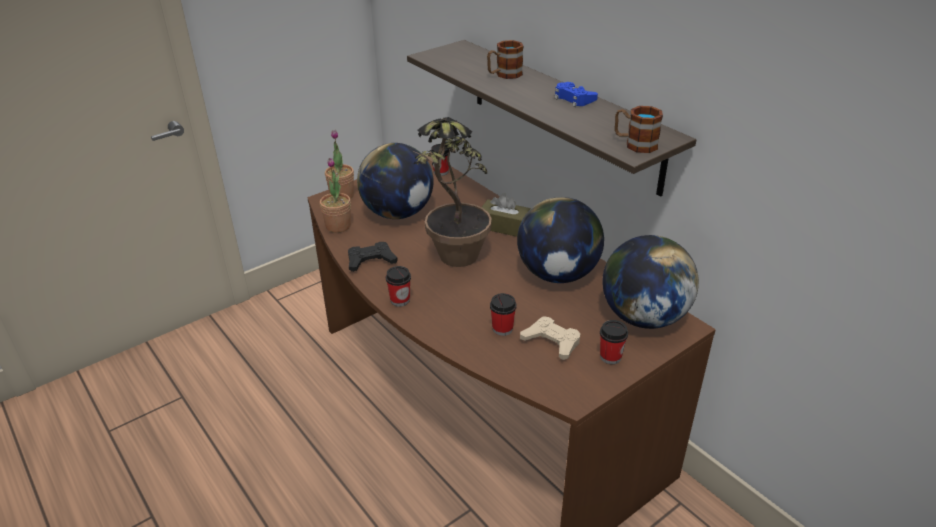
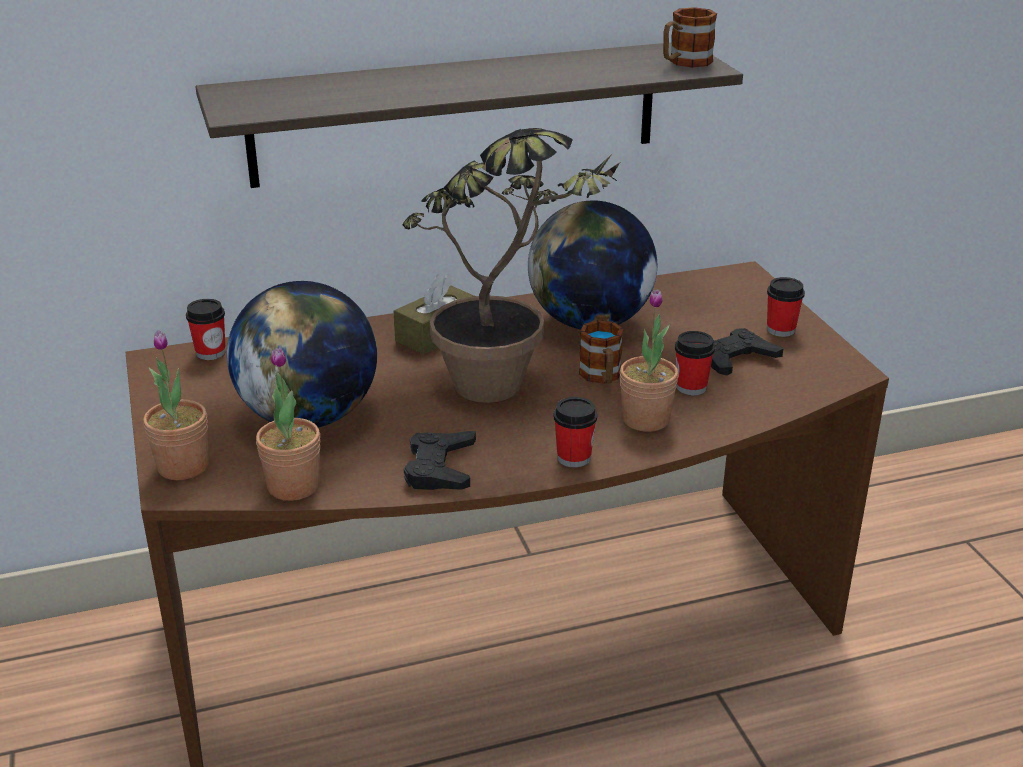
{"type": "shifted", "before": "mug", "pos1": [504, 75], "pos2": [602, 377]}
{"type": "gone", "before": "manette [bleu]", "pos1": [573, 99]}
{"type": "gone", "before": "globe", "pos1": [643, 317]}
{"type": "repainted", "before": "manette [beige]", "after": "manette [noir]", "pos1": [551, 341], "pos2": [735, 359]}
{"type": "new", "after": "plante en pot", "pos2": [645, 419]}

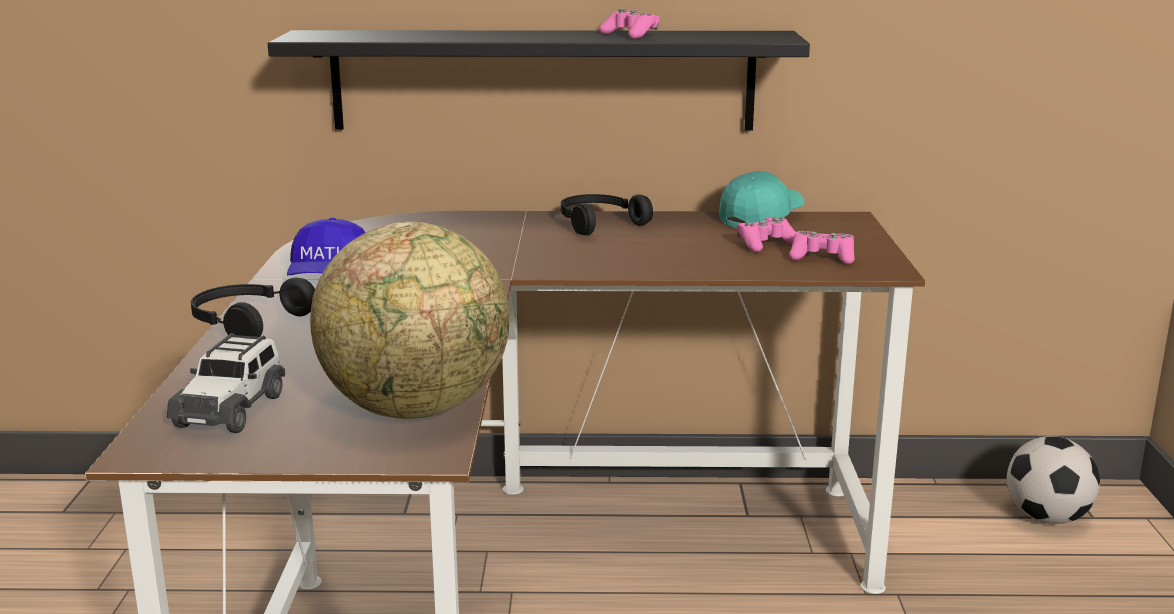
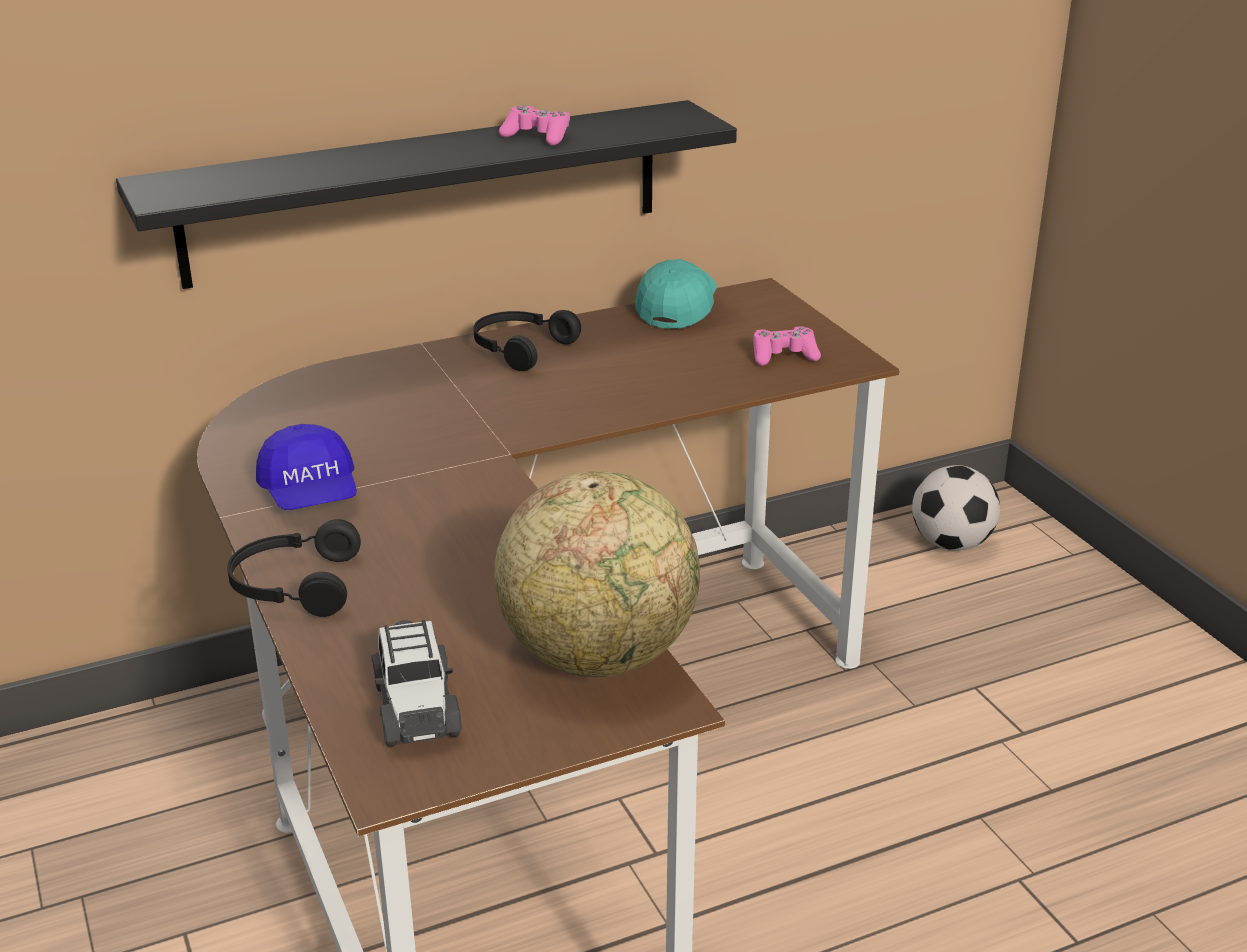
{"type": "gone", "before": "manette [rose]", "pos1": [765, 244]}

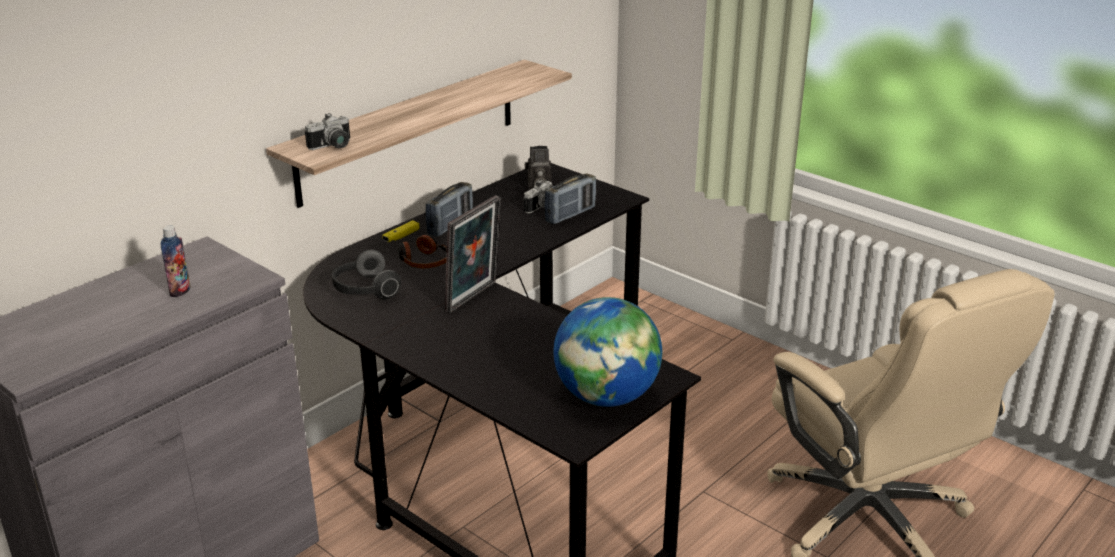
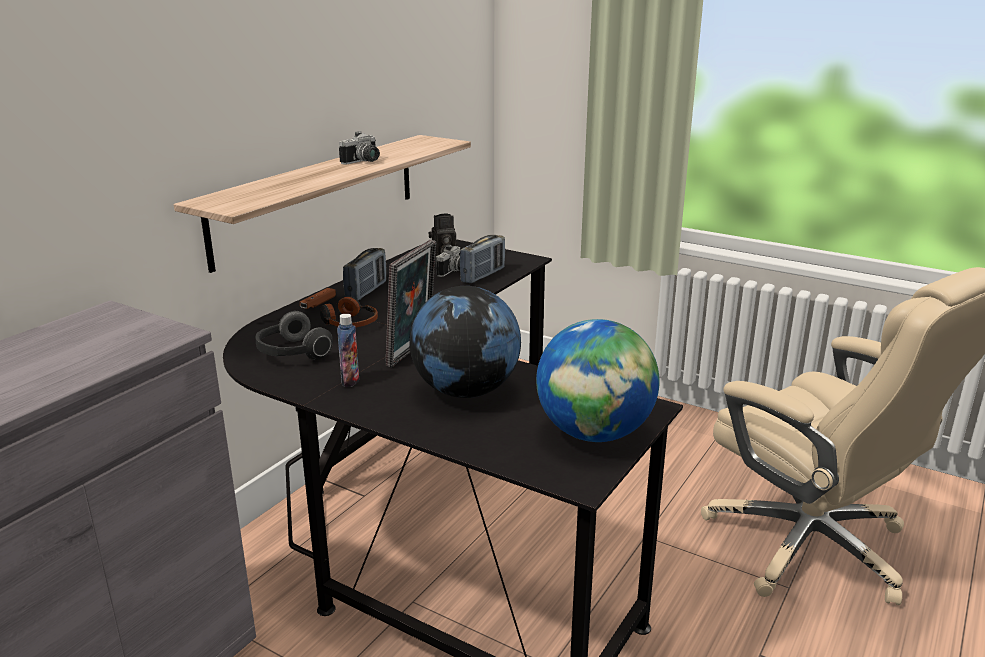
{"type": "shifted", "before": "appareil photo", "pos1": [333, 146], "pos2": [363, 162]}
{"type": "repainted", "before": "manette [jaune]", "after": "manette [marron]", "pos1": [401, 236], "pos2": [318, 303]}
{"type": "shifted", "before": "bouteille", "pos1": [180, 291], "pos2": [350, 381]}
{"type": "new", "after": "globe", "pos2": [466, 391]}

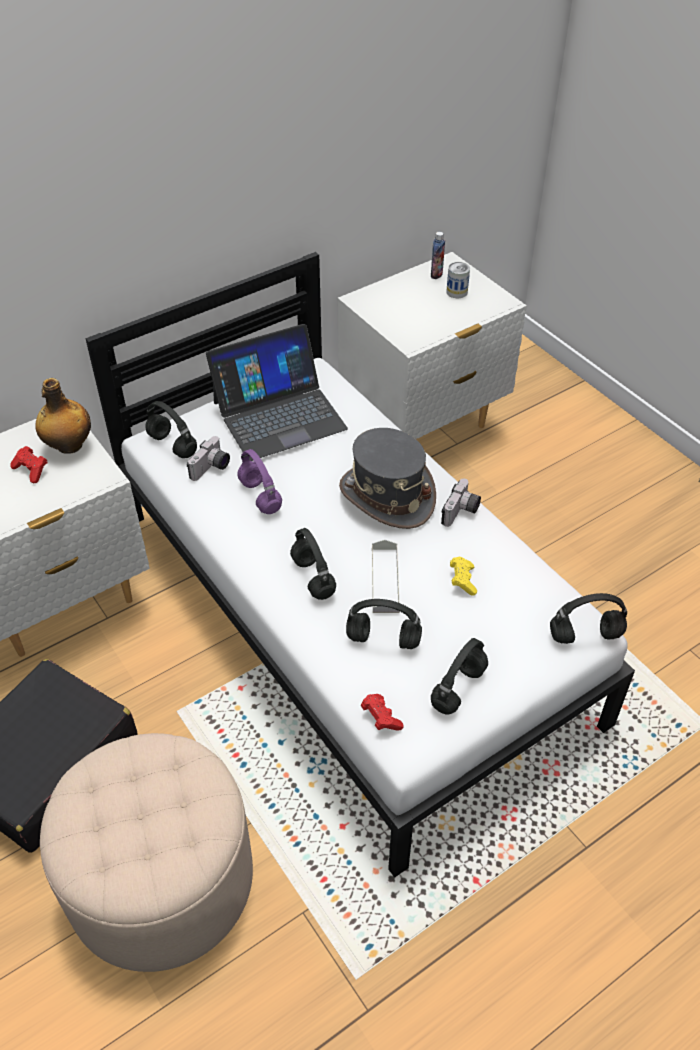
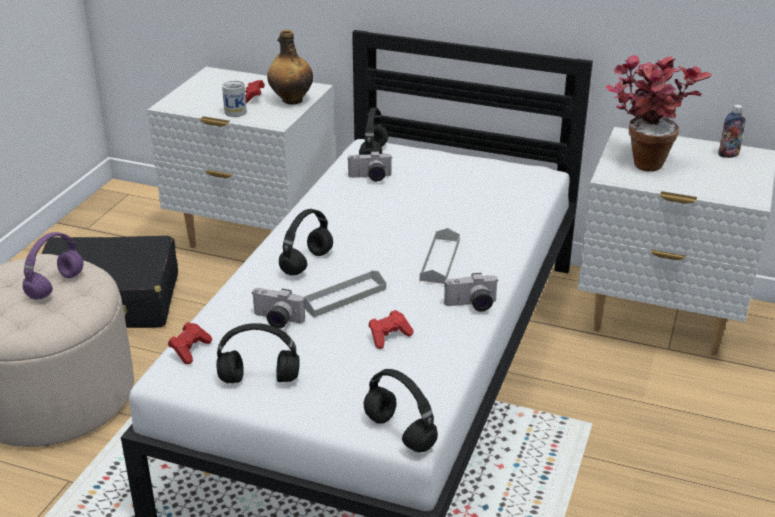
{"type": "shifted", "before": "boîte métallique", "pos1": [457, 292], "pos2": [235, 112]}
{"type": "gone", "before": "ordinateur portable", "pos1": [279, 415]}
{"type": "swapped", "before": "chapeau [gris]", "after": "plateau [gris]", "pos1": [386, 496], "pos2": [440, 260]}
{"type": "shifted", "before": "casque audio [violet]", "pos1": [261, 497], "pos2": [55, 287]}
{"type": "repainted", "before": "manette [jaune]", "after": "manette [rouge]", "pos1": [462, 580], "pos2": [389, 336]}
{"type": "swapped", "before": "casque audio [noir]", "after": "appareil photo", "pos1": [385, 639], "pos2": [276, 320]}
{"type": "new", "after": "plante en pot", "pos2": [642, 160]}

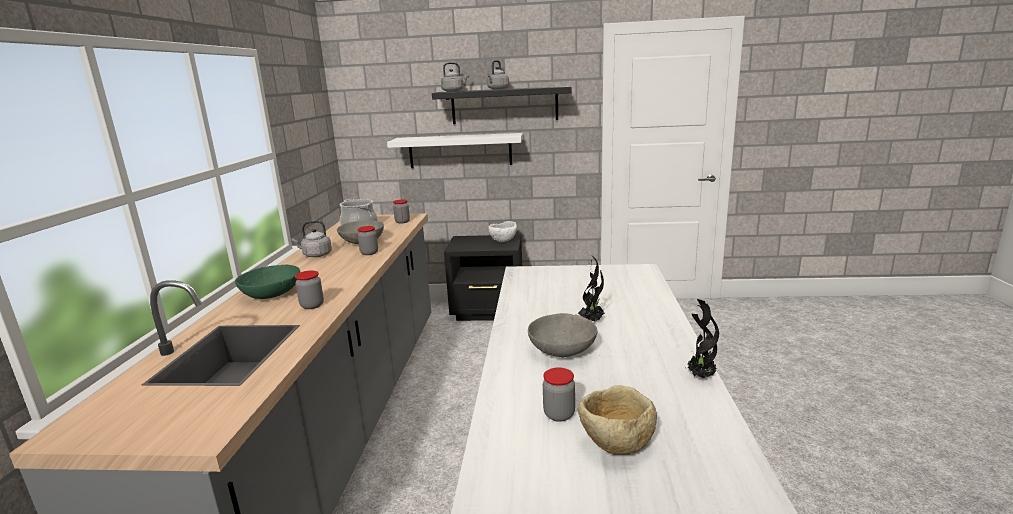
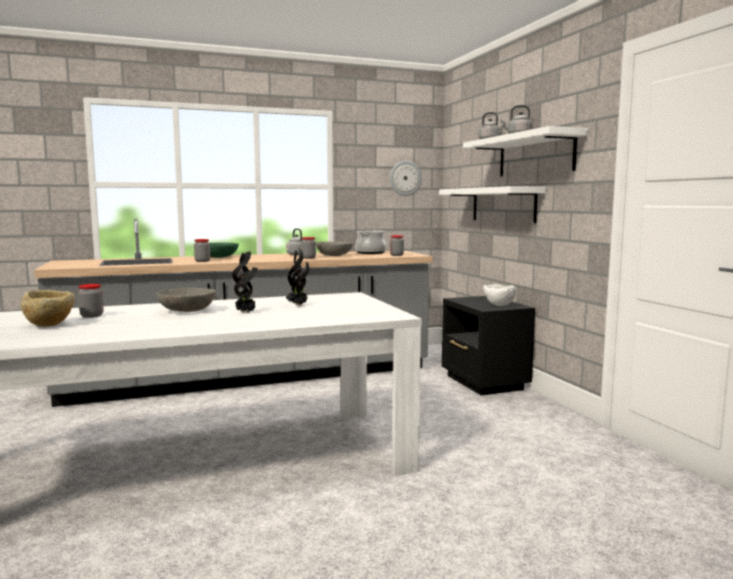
{"type": "repainted", "before": "étagère [noir]", "after": "étagère [blanc]", "pos1": [504, 105], "pos2": [535, 155]}
{"type": "shifted", "before": "plante en pot", "pos1": [699, 377], "pos2": [299, 305]}
{"type": "new", "after": "horloge murale", "pos2": [405, 178]}

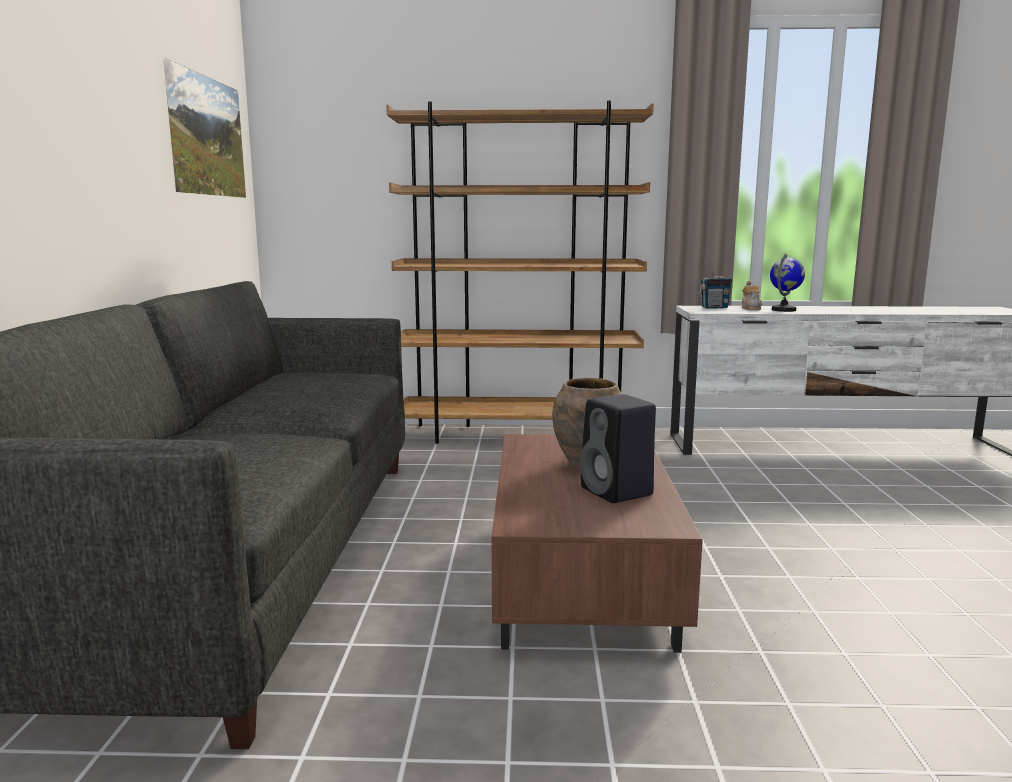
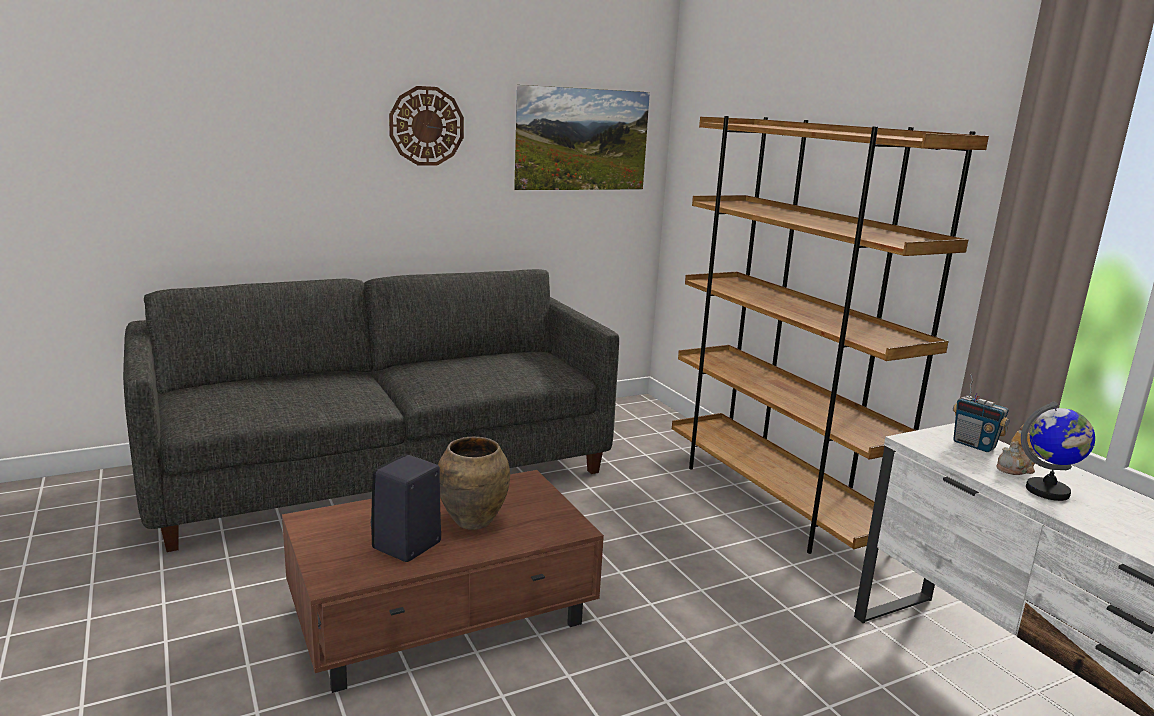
{"type": "new", "after": "horloge murale", "pos2": [426, 126]}

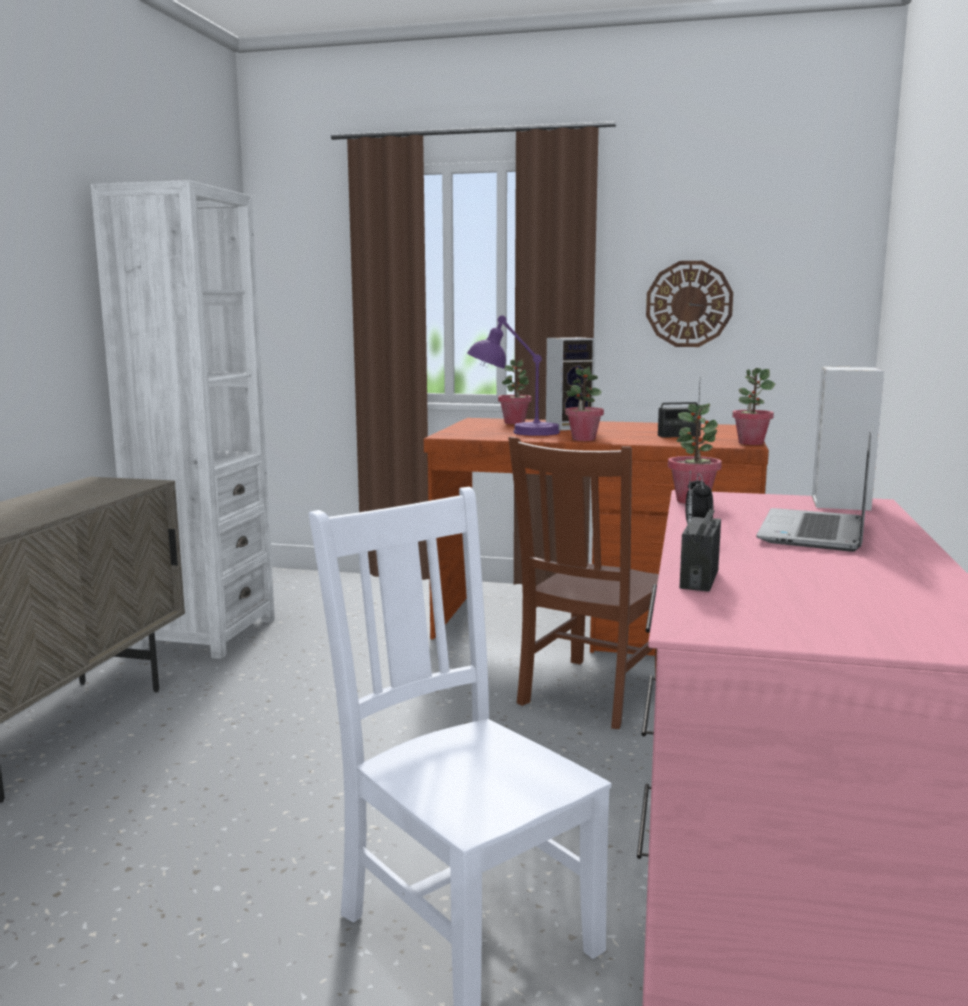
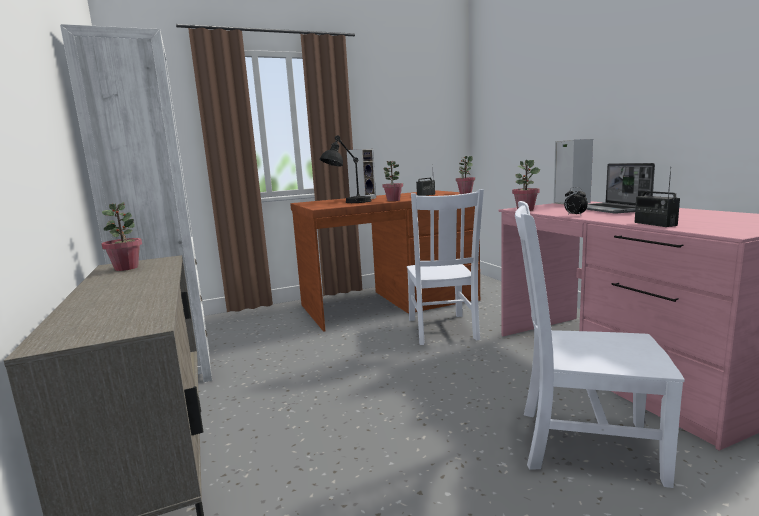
{"type": "gone", "before": "horloge murale", "pos1": [689, 304]}
{"type": "repainted", "before": "lampe de table [violet]", "after": "lampe de table [noir]", "pos1": [514, 433], "pos2": [348, 203]}
{"type": "shifted", "before": "plante en pot", "pos1": [514, 423], "pos2": [126, 268]}
{"type": "repainted", "before": "chaise [marron]", "after": "chaise [blanc]", "pos1": [591, 694], "pos2": [442, 330]}

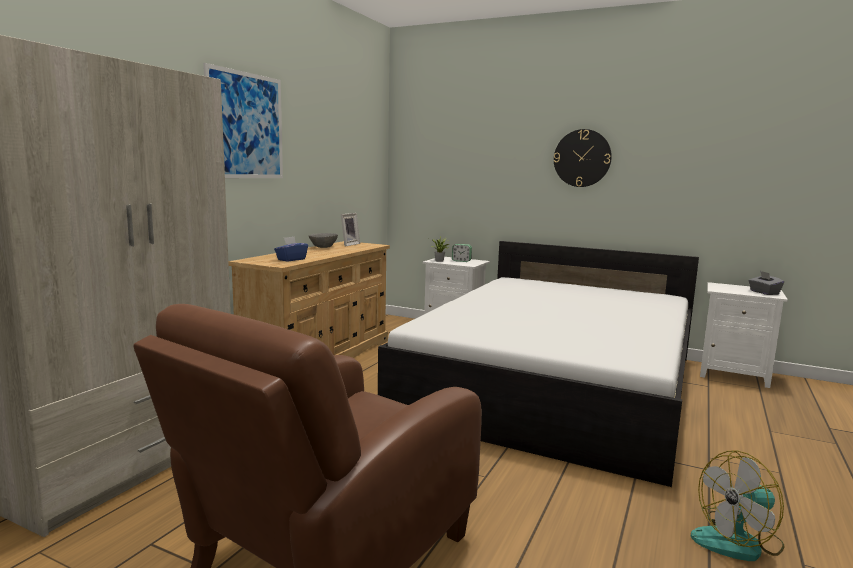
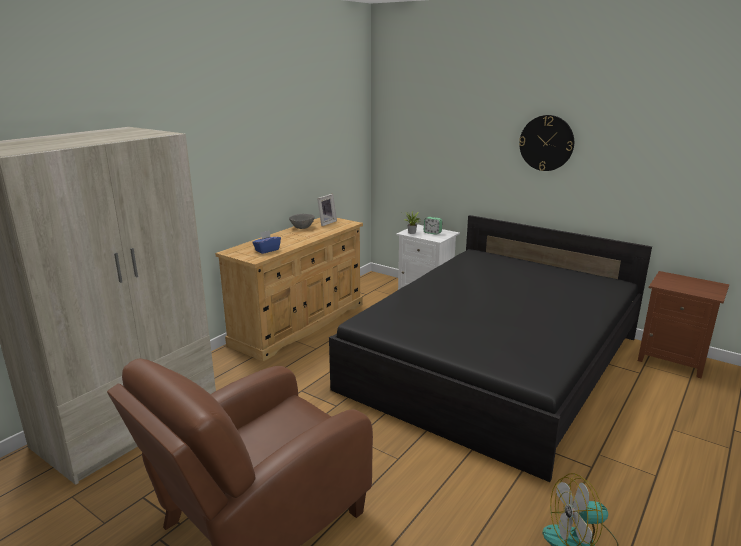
{"type": "gone", "before": "tableau", "pos1": [246, 126]}
{"type": "repainted", "before": "lit [blanc]", "after": "lit [noir]", "pos1": [554, 383], "pos2": [494, 362]}
{"type": "gone", "before": "boîte à mouchoirs [gris]", "pos1": [764, 292]}
{"type": "repainted", "before": "table de chevet [blanc]", "after": "table de chevet [marron]", "pos1": [733, 374], "pos2": [672, 359]}

